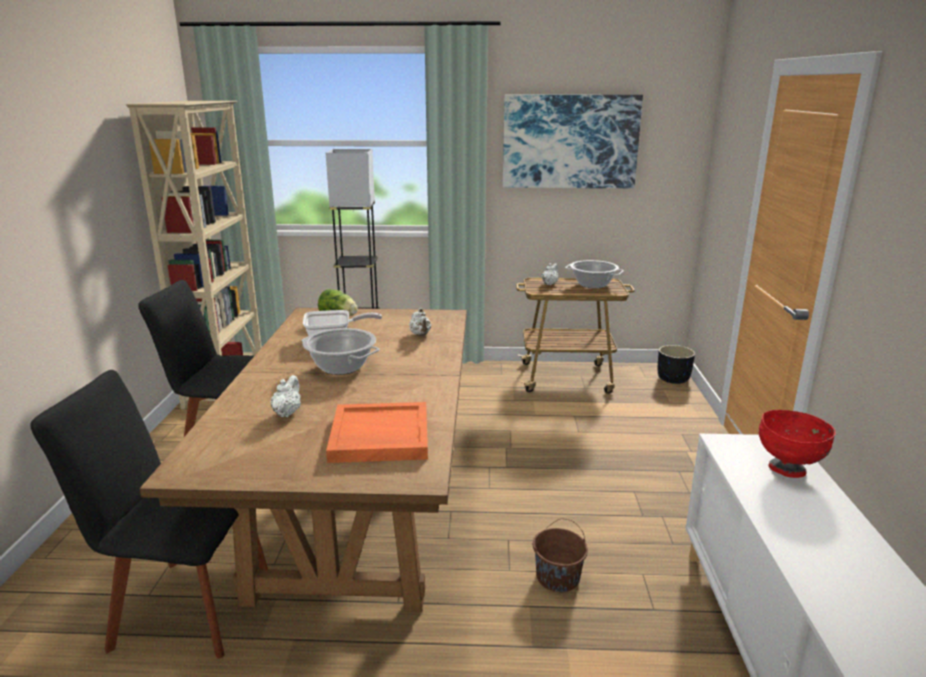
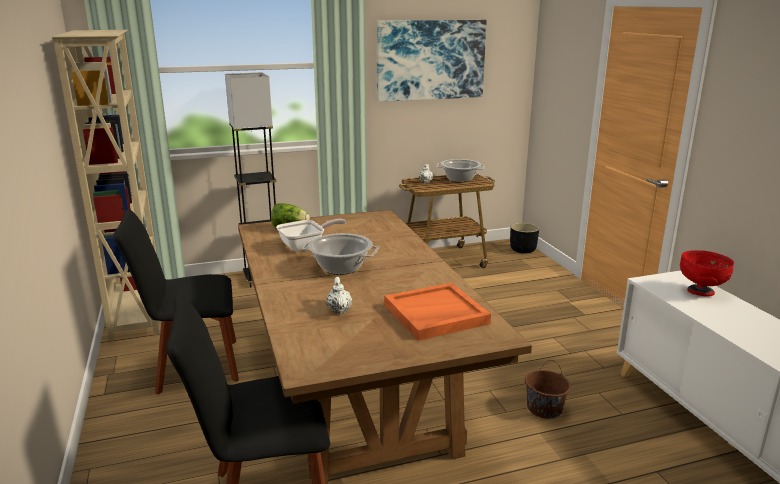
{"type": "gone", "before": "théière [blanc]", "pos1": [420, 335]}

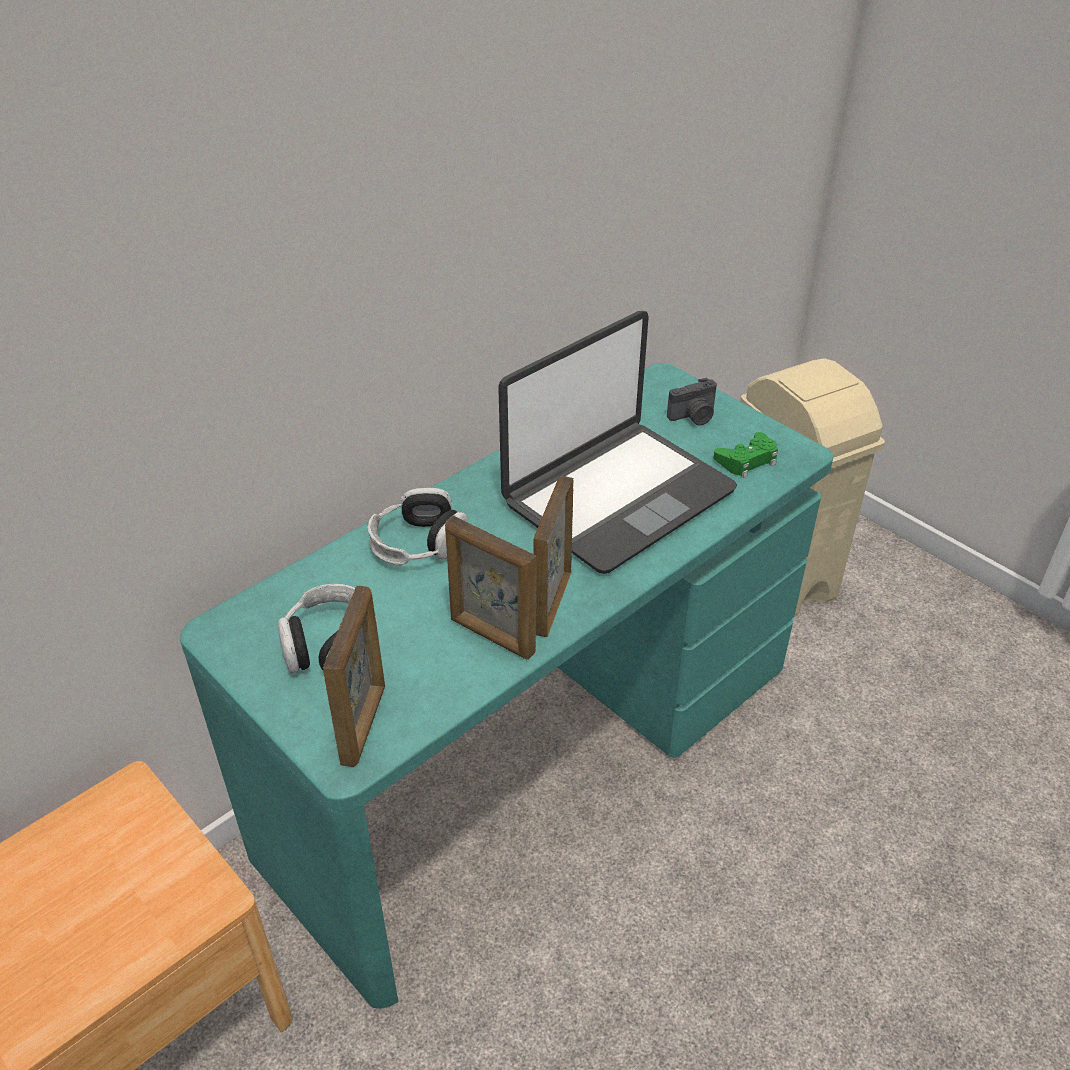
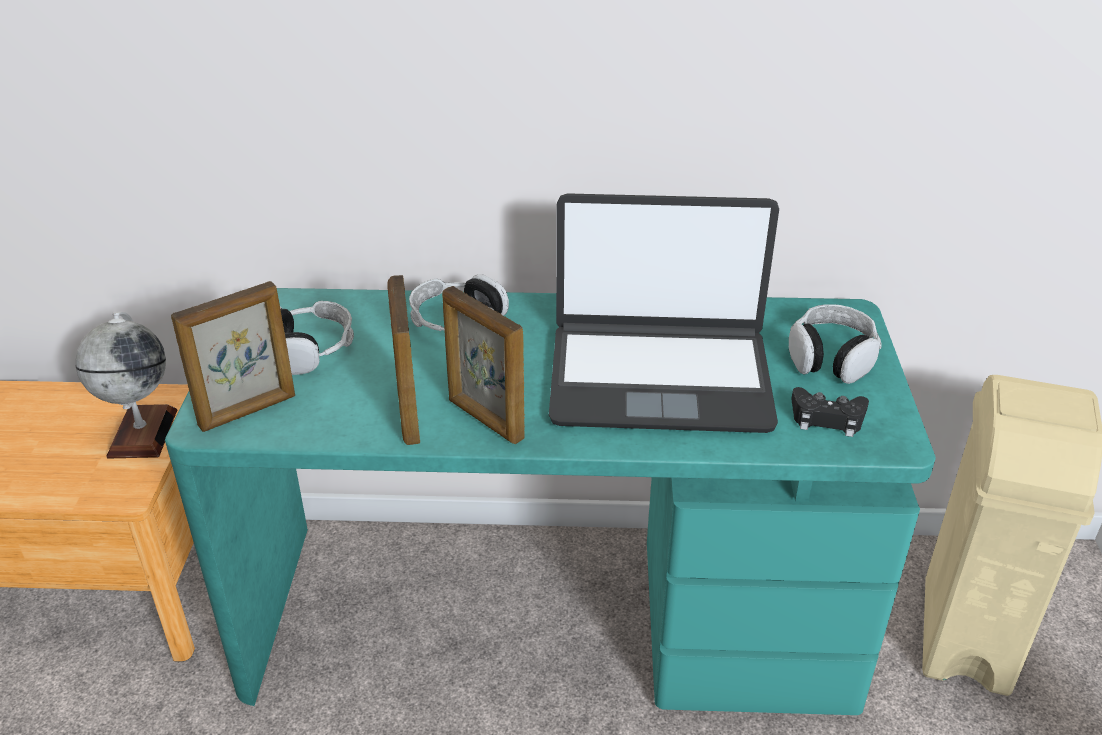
{"type": "swapped", "before": "appareil photo", "after": "casque audio", "pos1": [693, 417], "pos2": [831, 357]}
{"type": "repainted", "before": "manette [vert]", "after": "manette [noir]", "pos1": [747, 460], "pos2": [827, 418]}
{"type": "rotated", "before": "cadre photo", "pos1": [552, 603], "pos2": [485, 420], "turn": -105}
{"type": "new", "after": "globe", "pos2": [142, 433]}

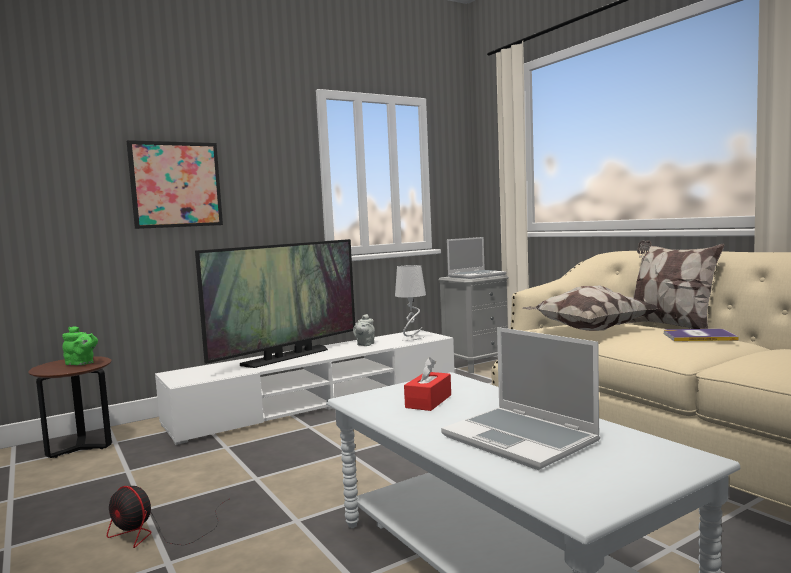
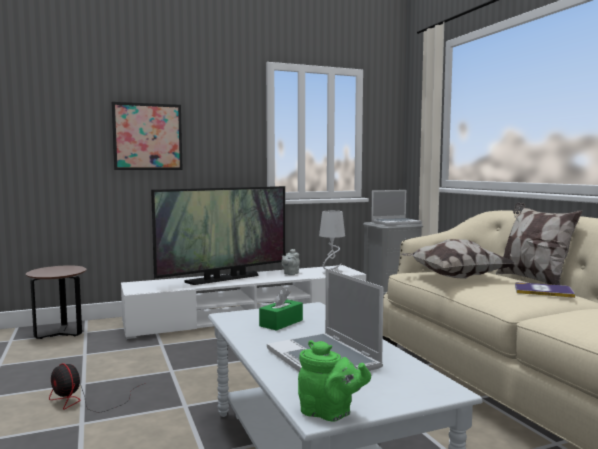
{"type": "shifted", "before": "théière [vert]", "pos1": [81, 363], "pos2": [329, 413]}
{"type": "repainted", "before": "boîte à mouchoirs [rouge]", "after": "boîte à mouchoirs [vert]", "pos1": [428, 401], "pos2": [281, 323]}

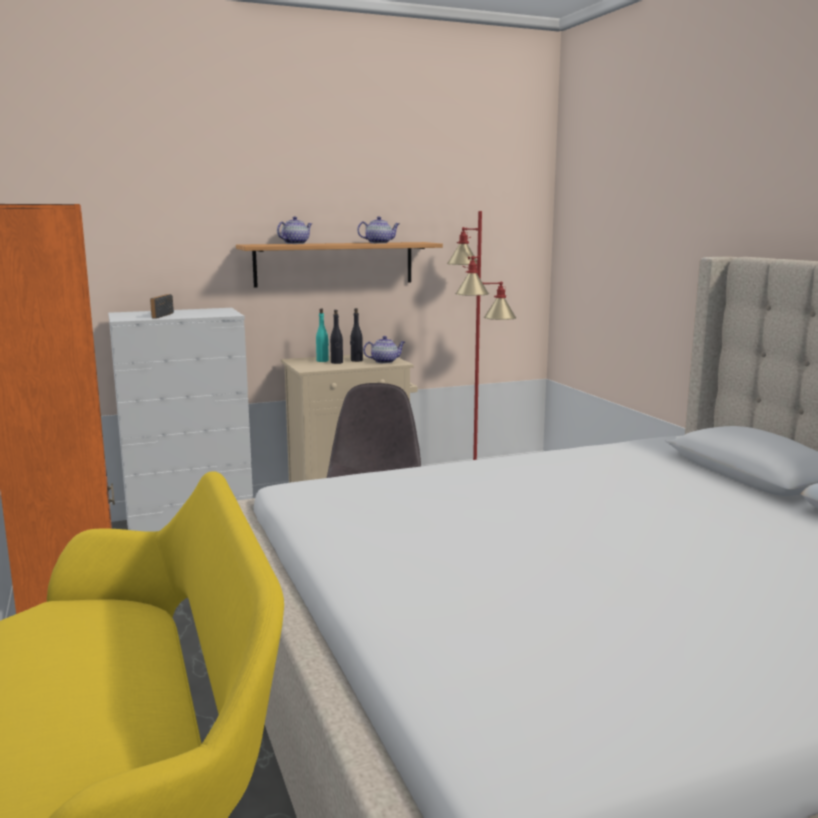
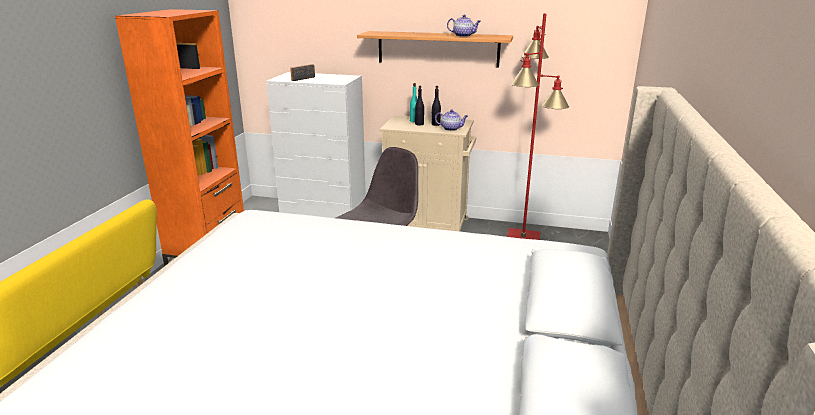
{"type": "gone", "before": "théière", "pos1": [295, 243]}

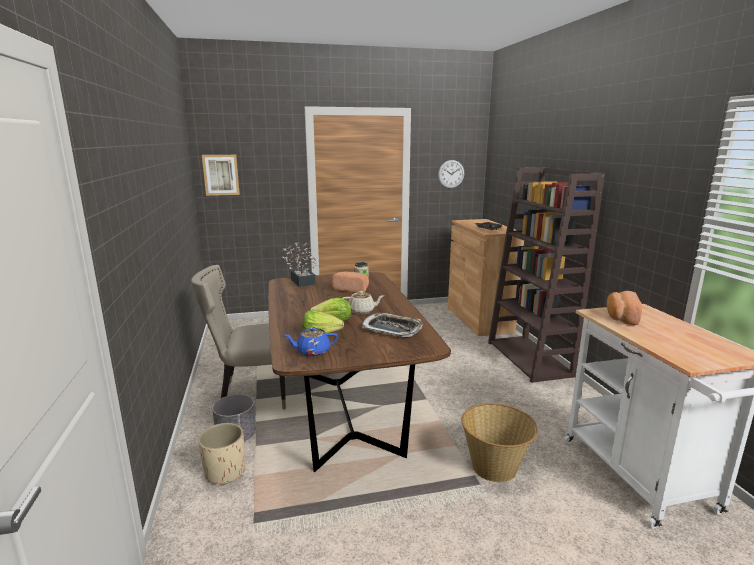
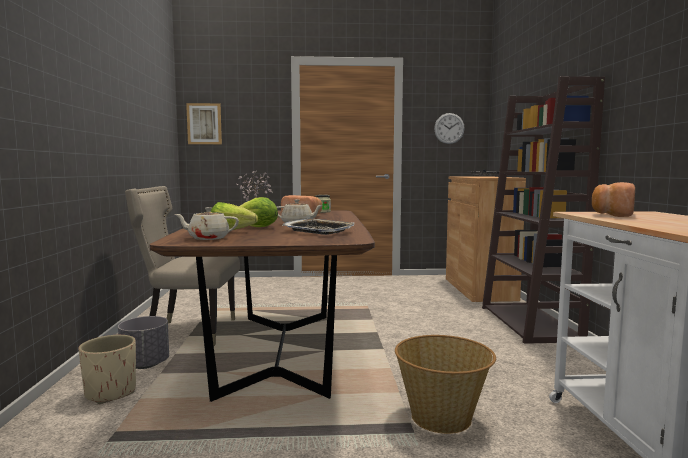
{"type": "repainted", "before": "théière [bleu]", "after": "théière [beige]", "pos1": [312, 351], "pos2": [208, 238]}

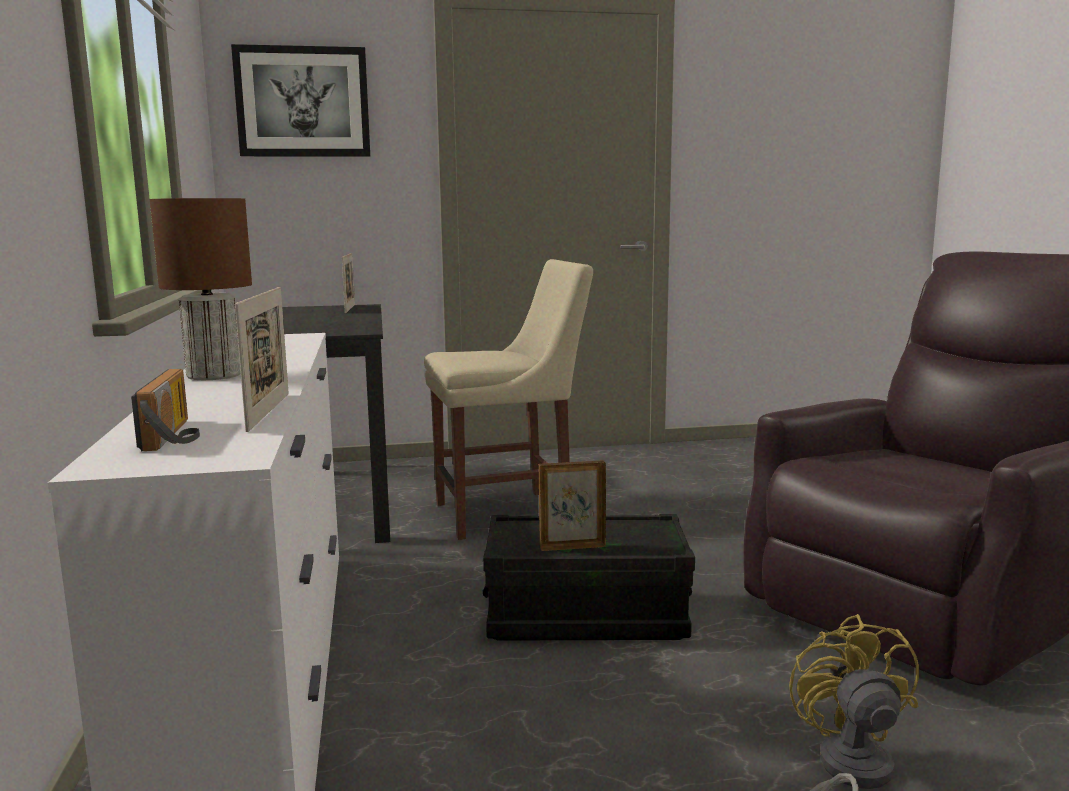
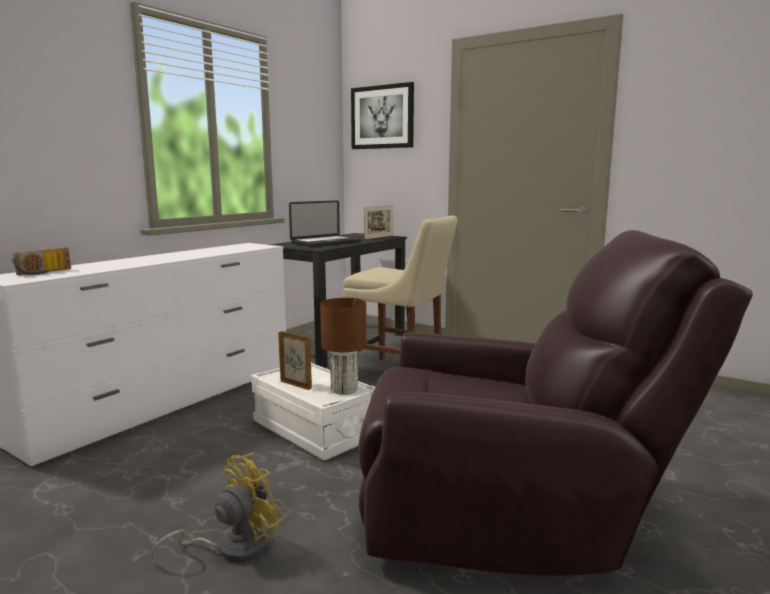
{"type": "shifted", "before": "lampe de table [marron]", "pos1": [213, 375], "pos2": [344, 389]}
{"type": "gone", "before": "cadre photo", "pos1": [269, 411]}
{"type": "repainted", "before": "boîte de rangement [noir]", "after": "boîte de rangement [blanc]", "pos1": [585, 615], "pos2": [314, 430]}
{"type": "new", "after": "ordinateur portable", "pos2": [326, 242]}

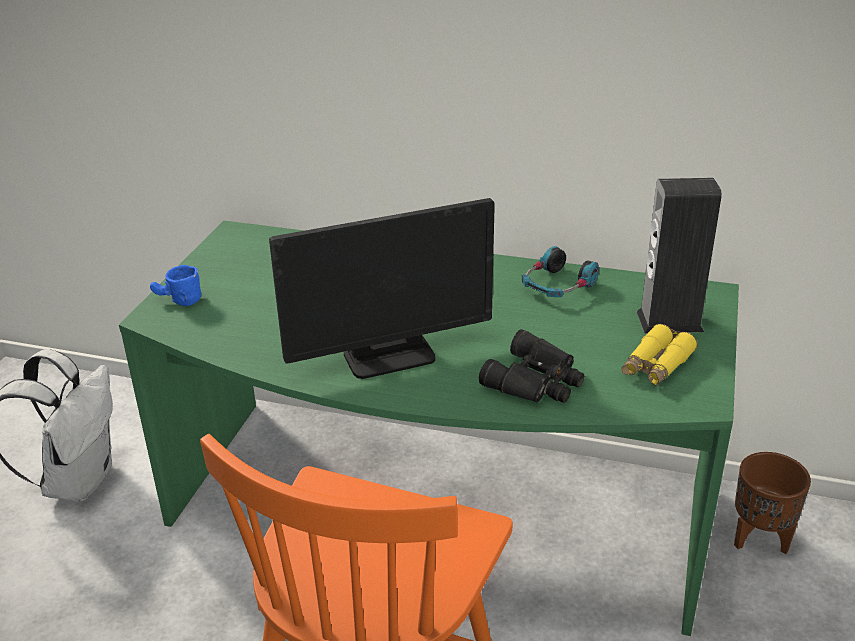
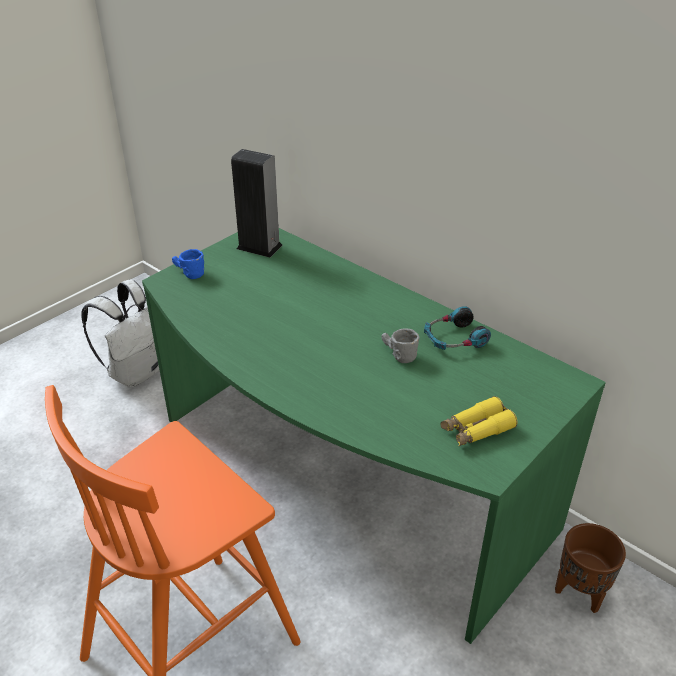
{"type": "shifted", "before": "enceinte", "pos1": [669, 321], "pos2": [259, 247]}
{"type": "gone", "before": "écran d'ordinateur", "pos1": [389, 356]}
{"type": "gone", "before": "jumelles [noir]", "pos1": [537, 381]}
{"type": "new", "after": "mug [gris]", "pos2": [397, 354]}

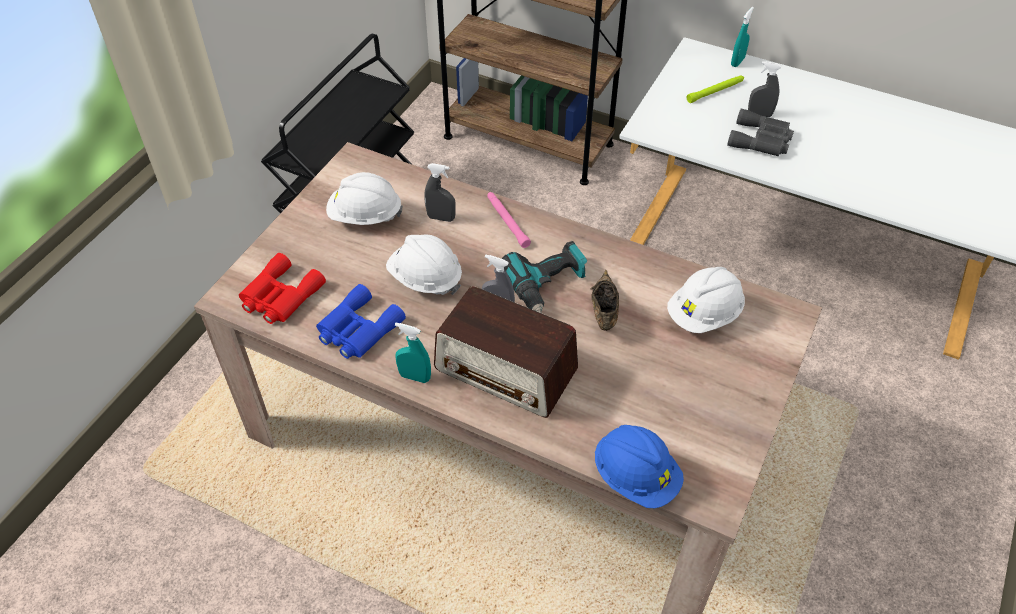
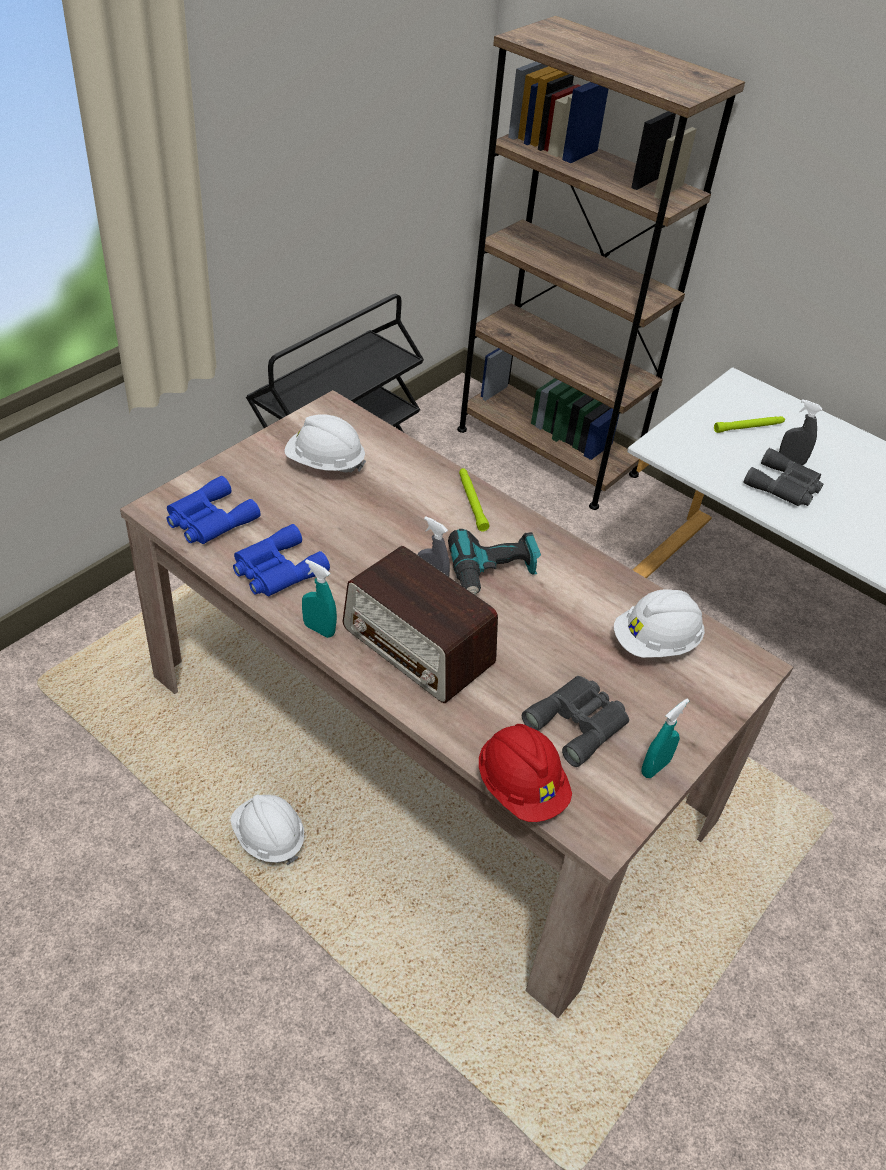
{"type": "shifted", "before": "vaporisateur [turquoise]", "pos1": [737, 62], "pos2": [655, 767]}
{"type": "gone", "before": "vaporisateur [gris]", "pos1": [441, 218]}
{"type": "repainted", "before": "lampe de poche [rose]", "after": "lampe de poche [vert]", "pos1": [507, 221], "pos2": [472, 501]}
{"type": "shifted", "before": "casque de chantier [blanc]", "pos1": [425, 278], "pos2": [268, 837]}
{"type": "repainted", "before": "jumelles [rouge]", "after": "jumelles [bleu]", "pos1": [279, 297], "pos2": [208, 520]}
{"type": "gone", "before": "chaussure [marron]", "pos1": [604, 312]}
{"type": "repainted", "before": "casque de chantier [bleu]", "after": "casque de chantier [rouge]", "pos1": [635, 477], "pos2": [521, 788]}
{"type": "new", "after": "jumelles [gris]", "pos2": [579, 723]}

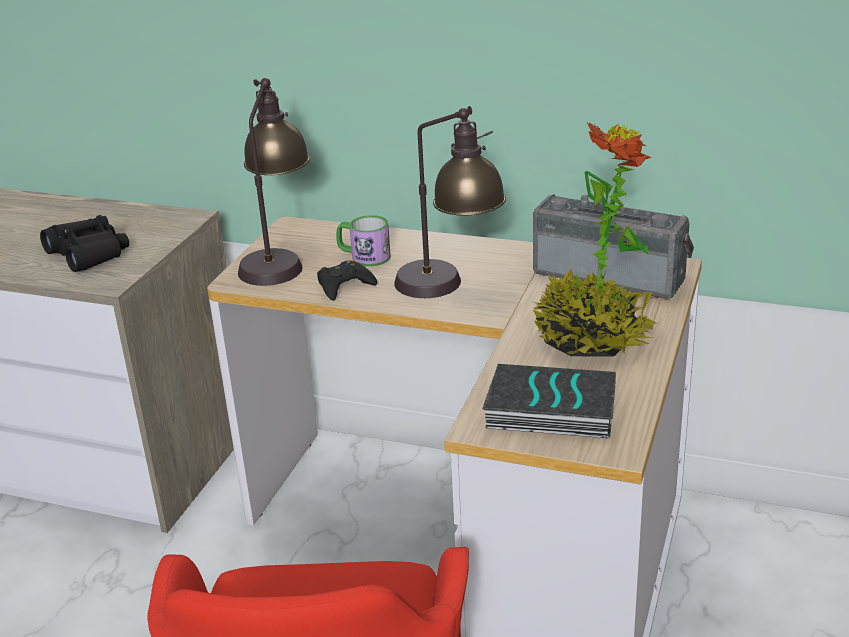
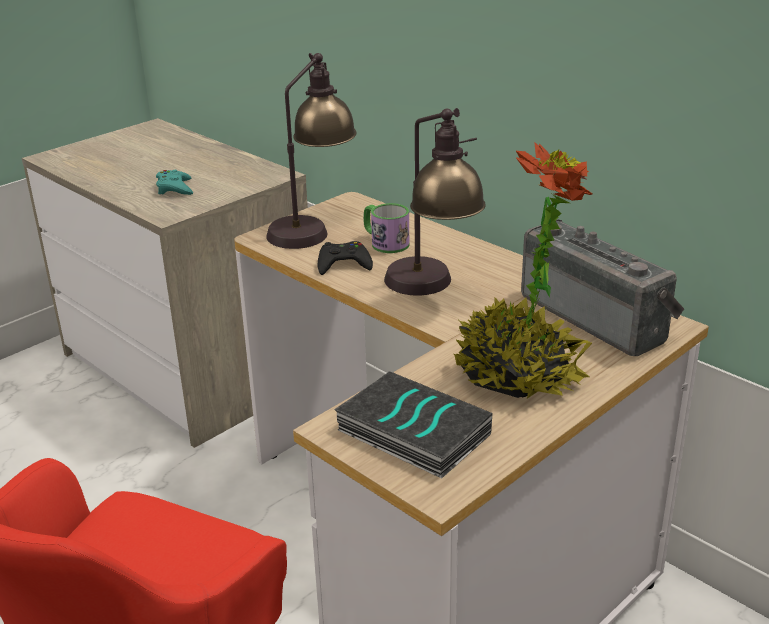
{"type": "swapped", "before": "jumelles [noir]", "after": "manette [turquoise]", "pos1": [88, 254], "pos2": [175, 188]}

